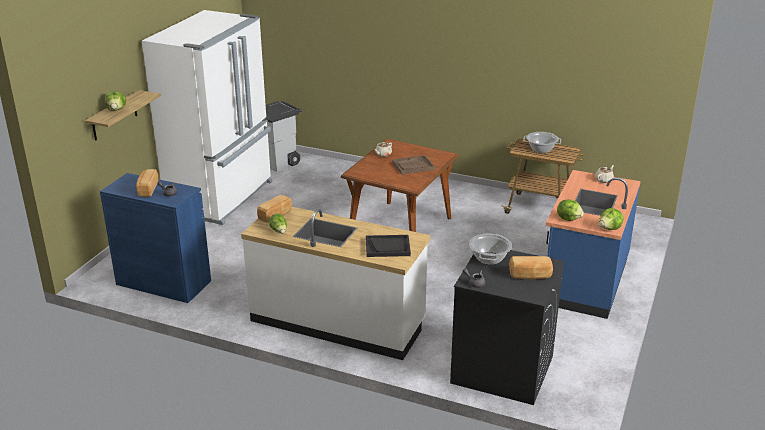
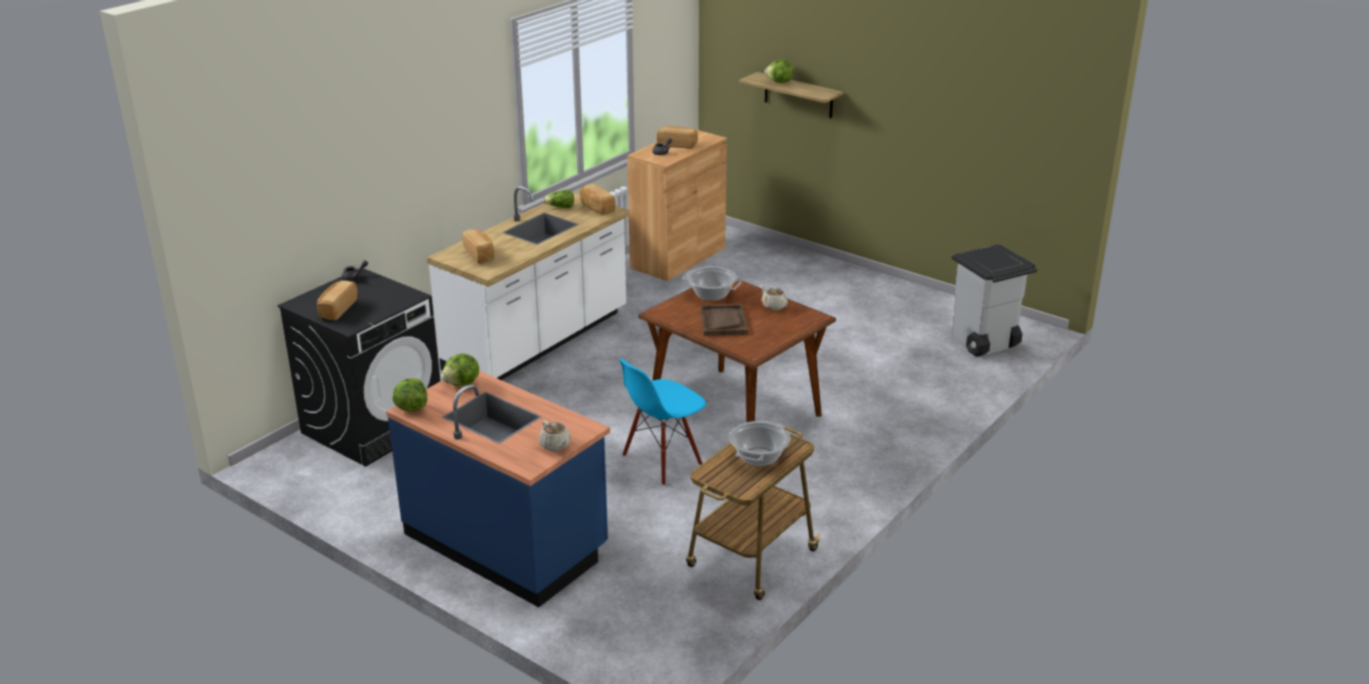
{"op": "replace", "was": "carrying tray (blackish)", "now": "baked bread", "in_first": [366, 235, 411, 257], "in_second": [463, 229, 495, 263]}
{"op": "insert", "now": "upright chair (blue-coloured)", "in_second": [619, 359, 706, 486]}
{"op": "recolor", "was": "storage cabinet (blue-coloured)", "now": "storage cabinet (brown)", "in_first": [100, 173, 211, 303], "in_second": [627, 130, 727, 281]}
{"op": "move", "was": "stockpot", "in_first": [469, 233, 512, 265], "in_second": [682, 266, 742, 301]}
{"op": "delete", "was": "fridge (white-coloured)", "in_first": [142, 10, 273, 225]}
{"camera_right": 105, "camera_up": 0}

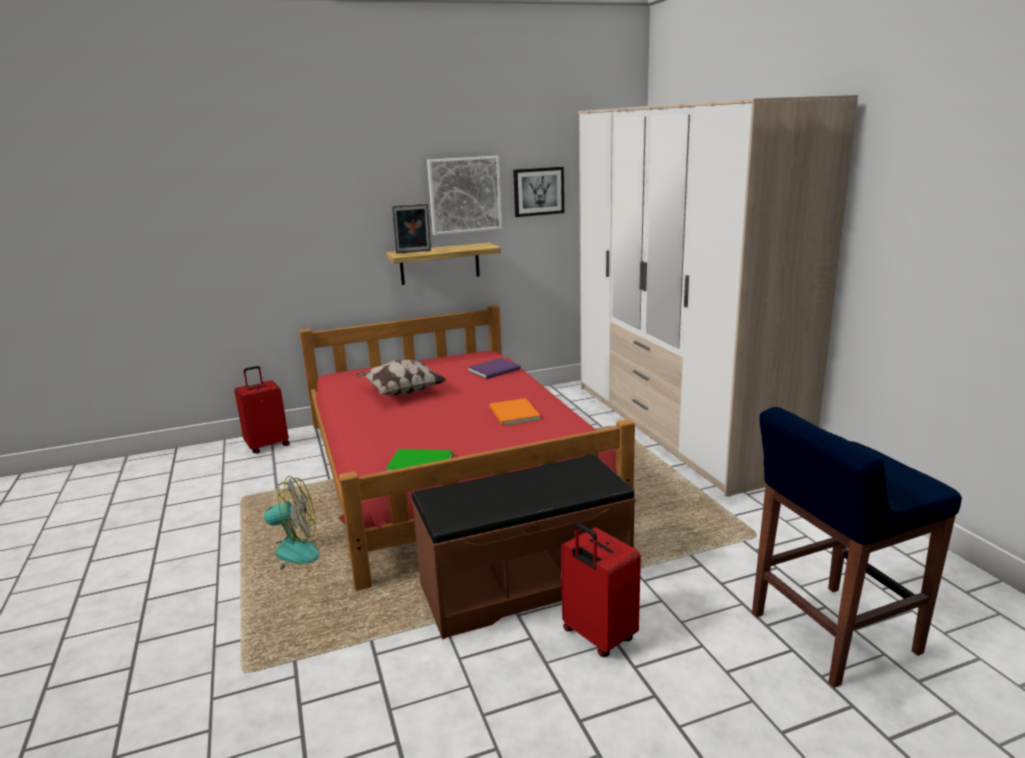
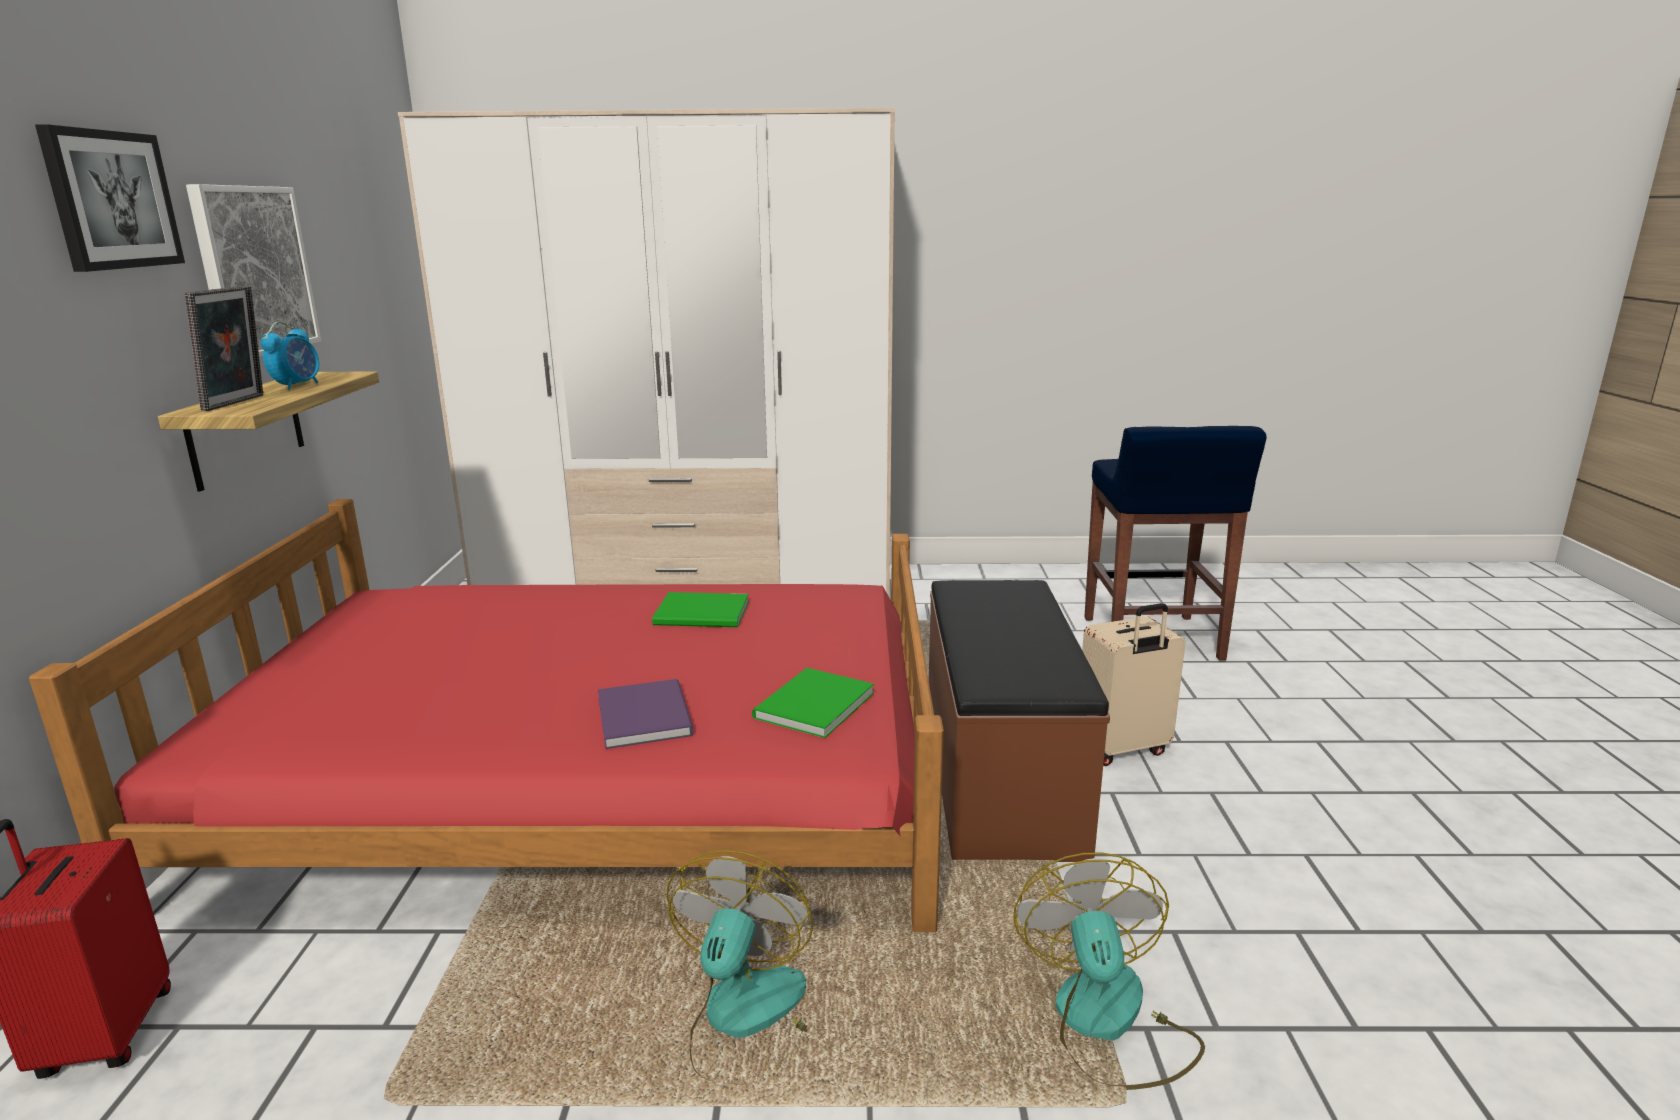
{"op": "move", "was": "wall picture", "in_first": [513, 167, 564, 217], "in_second": [35, 124, 185, 272]}
{"op": "insert", "now": "table clock", "in_second": [261, 322, 319, 390]}
{"op": "move", "was": "book (purple)", "in_first": [468, 358, 521, 379], "in_second": [598, 679, 694, 749]}
{"op": "recolor", "was": "book (orange)", "now": "book (green-coloured)", "in_first": [490, 398, 541, 426], "in_second": [652, 592, 749, 627]}
{"op": "insert", "now": "fan", "in_second": [1013, 852, 1205, 1090]}
{"op": "recolor", "was": "piece of luggage (red-coloured)", "now": "piece of luggage (beige)", "in_first": [561, 523, 641, 657], "in_second": [1082, 603, 1186, 766]}
{"op": "delete", "was": "pillow", "in_first": [356, 360, 447, 396]}
{"camera_right": -70, "camera_up": 0}

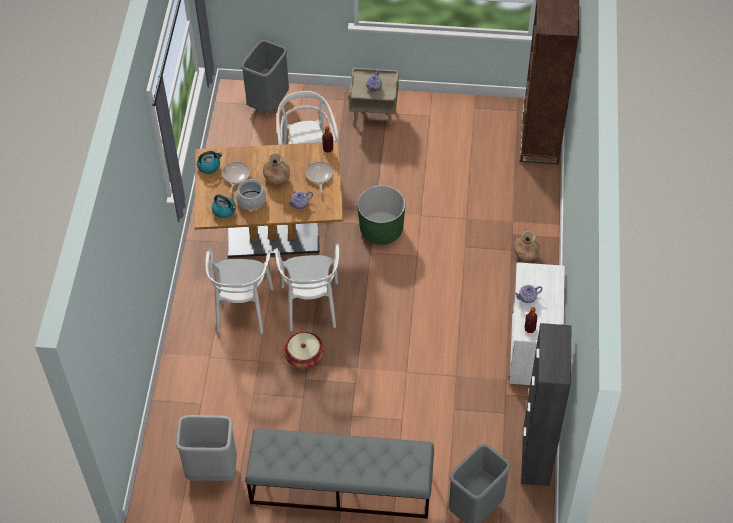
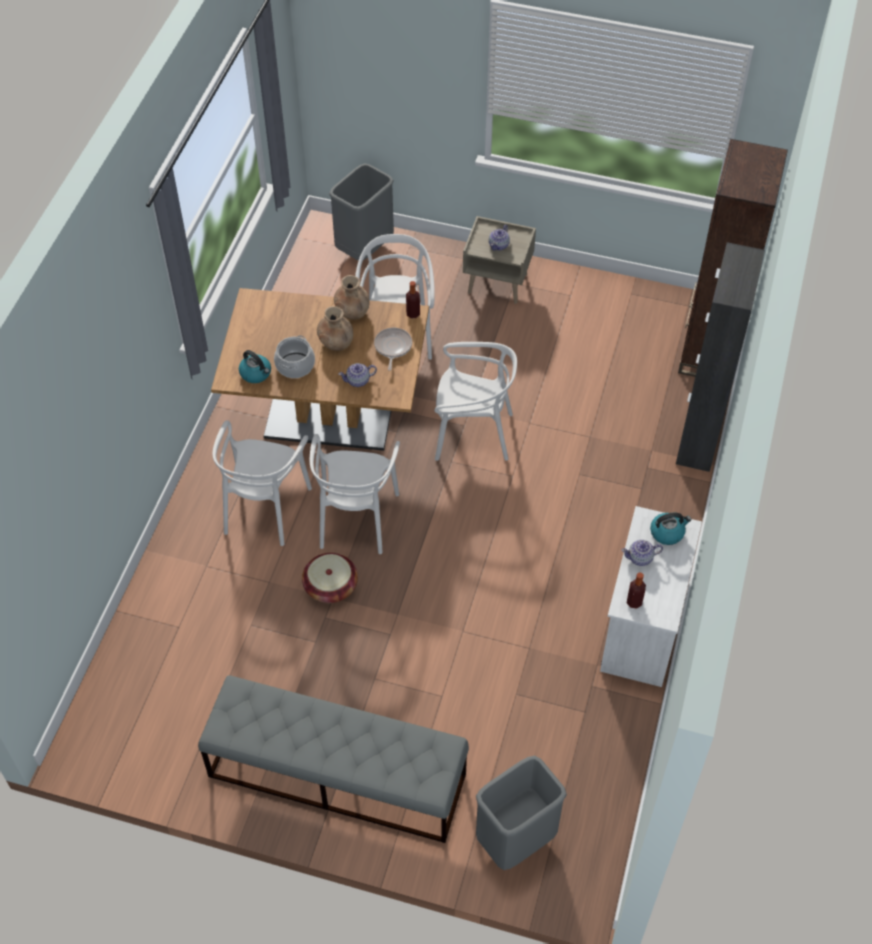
{"op": "move", "was": "vase (brown)", "in_first": [514, 231, 540, 261], "in_second": [334, 275, 369, 320]}
{"op": "replace", "was": "planter (green-coloured)", "now": "upright chair (white-coloured)", "in_first": [357, 185, 405, 245], "in_second": [435, 342, 517, 461]}
{"op": "move", "was": "tea kettle", "in_first": [197, 151, 222, 174], "in_second": [650, 512, 691, 545]}
{"op": "move", "was": "storage cabinet (blackish)", "in_first": [521, 323, 572, 486], "in_second": [676, 242, 765, 472]}
{"op": "delete", "was": "trash can (gray)", "in_first": [176, 415, 237, 481]}
{"op": "delete", "was": "frying pan", "in_first": [222, 162, 250, 194]}
{"camera_right": 10, "camera_up": 0}

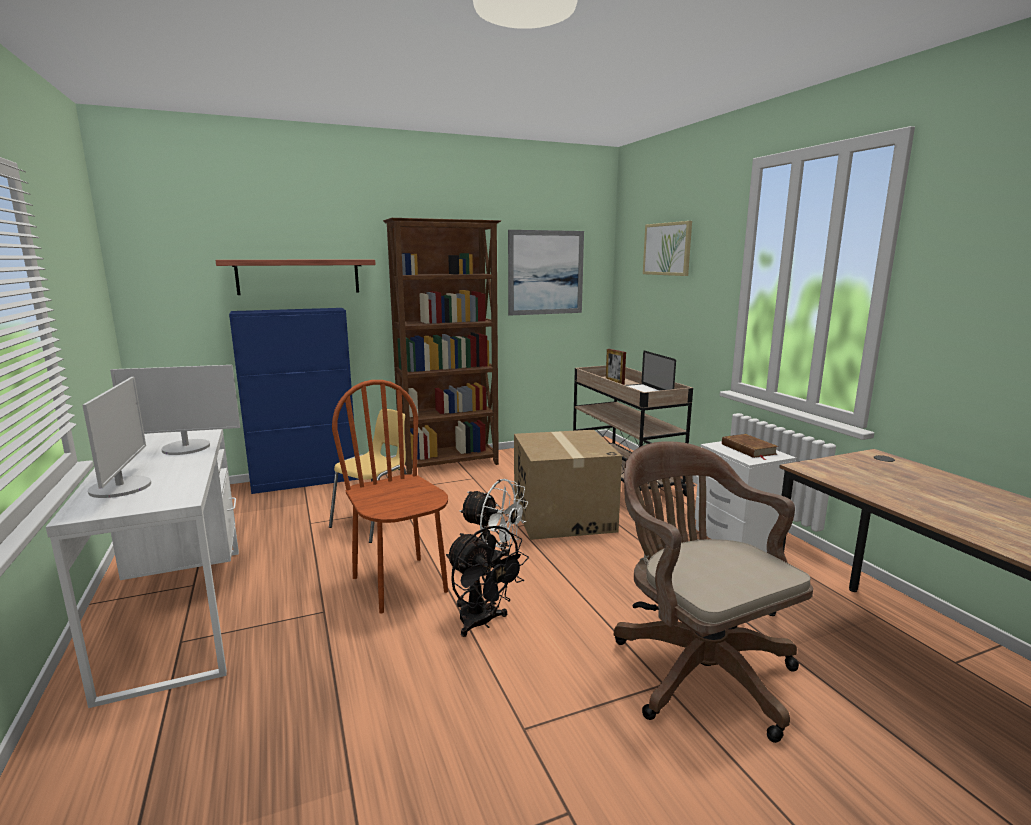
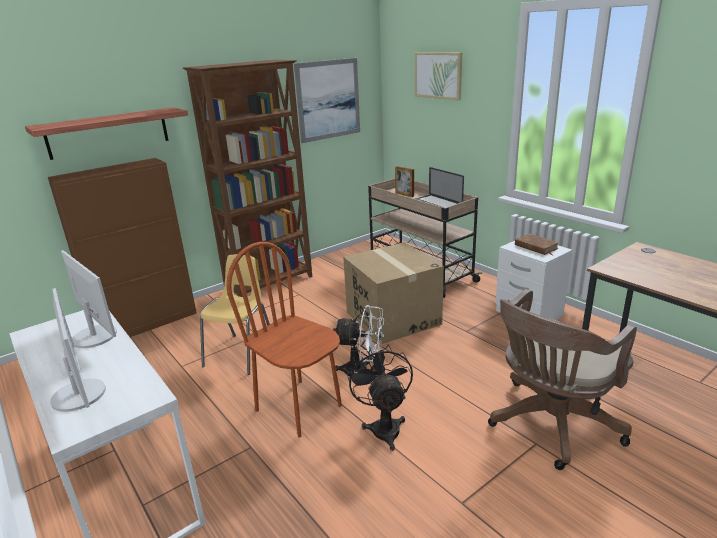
{"op": "recolor", "was": "storage cabinet (blue-coloured)", "now": "storage cabinet (brown)", "in_first": [229, 308, 358, 494], "in_second": [48, 158, 197, 337]}
{"op": "rotate", "was": "monitor", "in_first": [110, 365, 240, 455], "in_second": [61, 250, 117, 348], "clockwise": -105}
{"op": "rotate", "was": "fan (blackish)", "in_first": [446, 526, 529, 637], "in_second": [347, 345, 413, 451], "clockwise": -135}
{"op": "rotate", "was": "computer chair (brown)", "in_first": [614, 441, 813, 743], "in_second": [488, 289, 637, 470], "clockwise": -90}
{"camera_right": -15, "camera_up": 10}

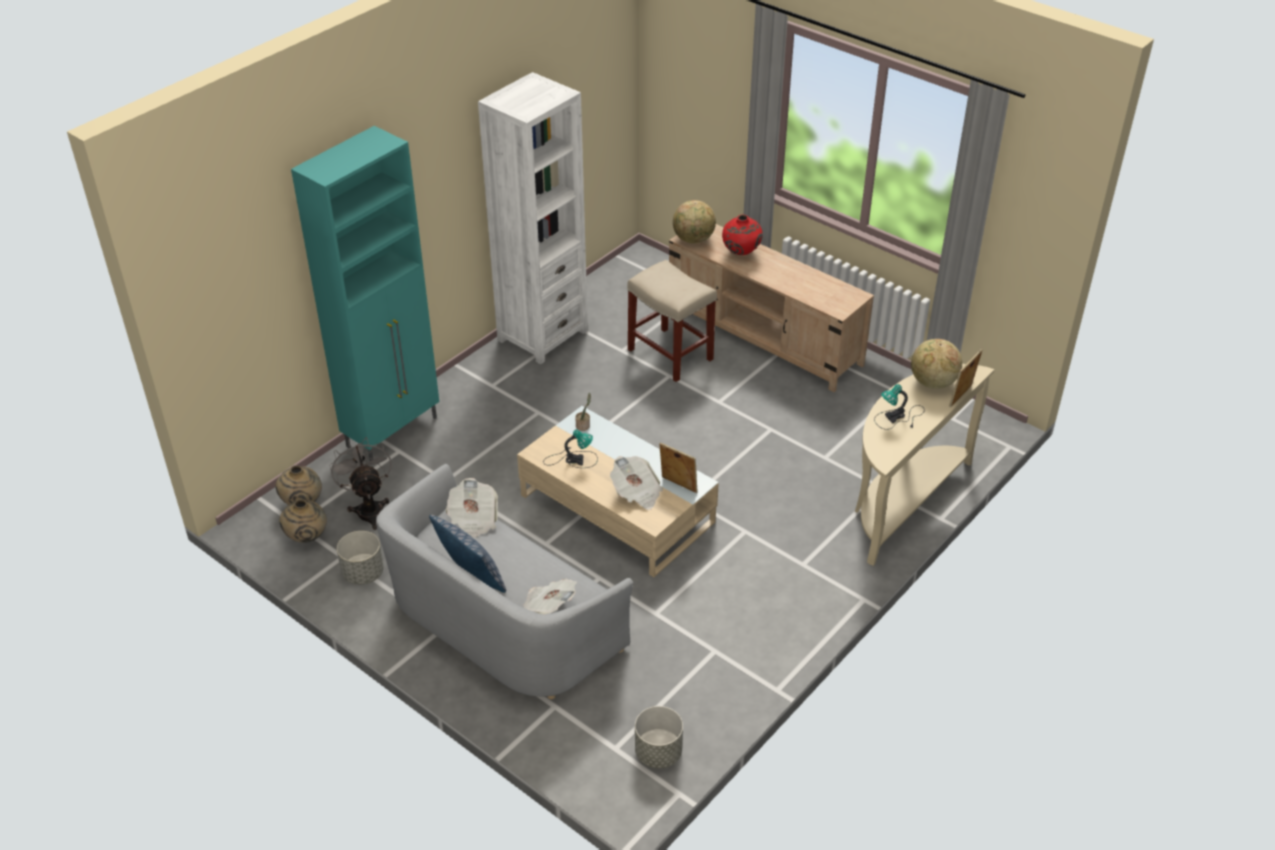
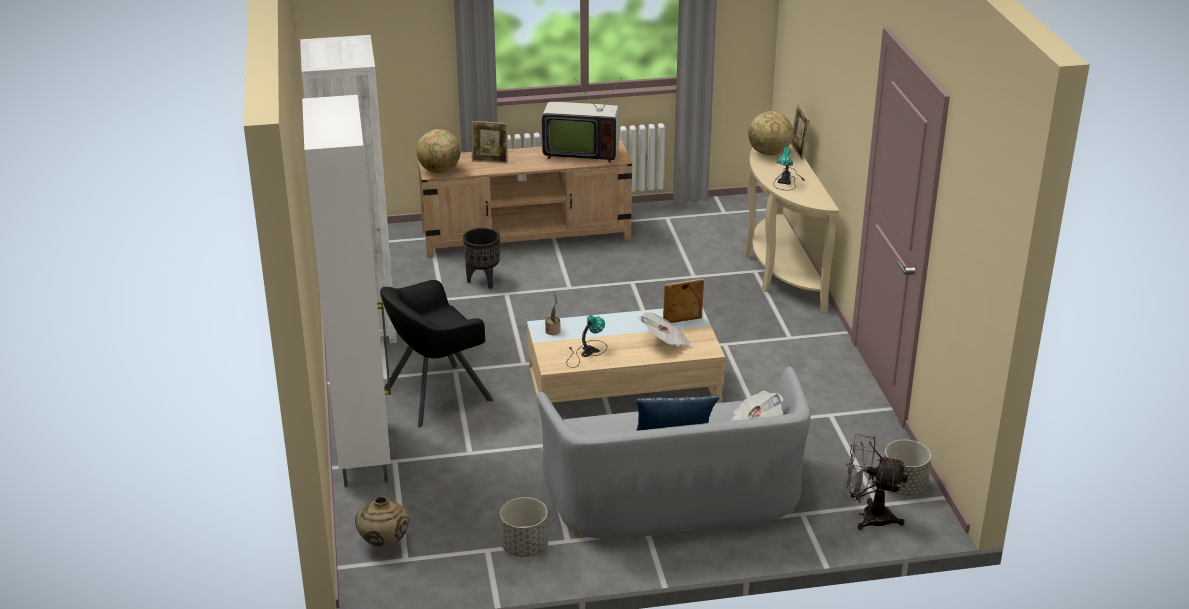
{"op": "recolor", "was": "storage cabinet (turquoise)", "now": "storage cabinet (white-coloured)", "in_first": [291, 126, 439, 461], "in_second": [302, 95, 391, 487]}
{"op": "insert", "now": "easy chair (blackish)", "in_second": [380, 280, 494, 427]}
{"op": "replace", "was": "stool (beige)", "now": "planter (blackish)", "in_first": [627, 260, 717, 382], "in_second": [463, 228, 500, 289]}
{"op": "replace", "was": "vase (red-coloured)", "now": "photo frame", "in_first": [722, 215, 763, 255], "in_second": [472, 121, 508, 164]}
{"op": "insert", "now": "TV set", "in_second": [542, 77, 622, 163]}
{"op": "move", "was": "fan (gray)", "in_first": [329, 437, 392, 530], "in_second": [843, 434, 908, 530]}
{"op": "delete", "was": "vase (beige)", "in_first": [279, 499, 327, 543]}
{"op": "delete", "was": "newspaper", "in_first": [446, 478, 498, 538]}
{"camera_right": -50, "camera_up": -10}

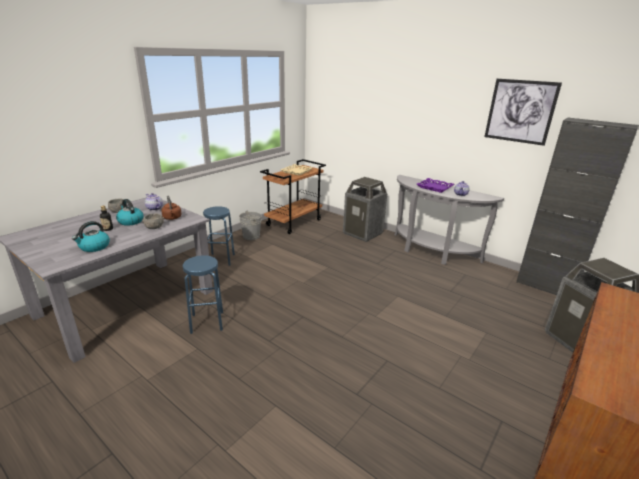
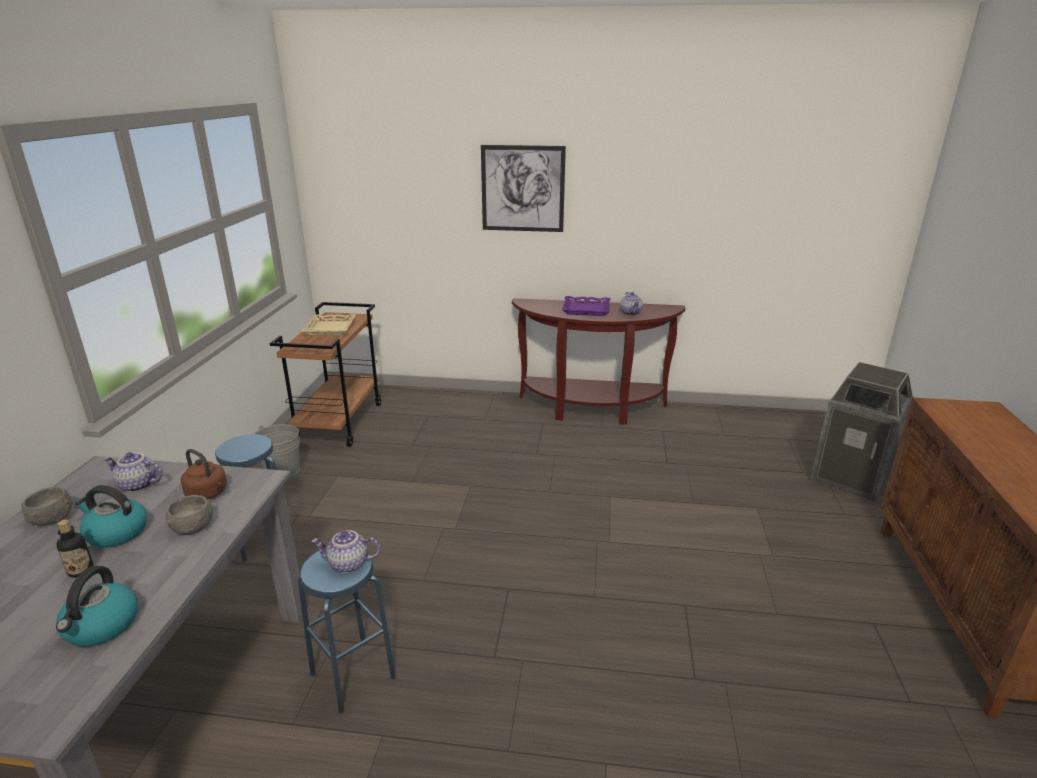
{"op": "insert", "now": "teapot", "in_second": [311, 530, 380, 573]}
{"op": "move", "was": "wall picture", "in_first": [484, 79, 562, 146], "in_second": [481, 145, 566, 232]}
{"op": "recolor", "was": "narrow table (gray)", "now": "narrow table (brown)", "in_first": [395, 175, 504, 265], "in_second": [512, 298, 685, 425]}
{"op": "delete", "was": "trash can", "in_first": [343, 177, 387, 242]}
{"op": "delete", "was": "storage cabinet (blackish)", "in_first": [516, 118, 639, 295]}
{"camera_right": -30, "camera_up": 0}

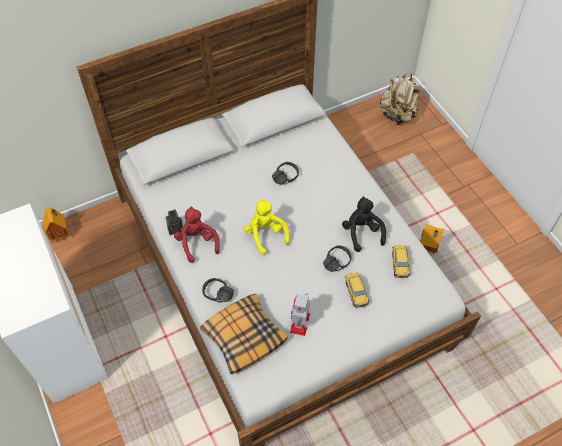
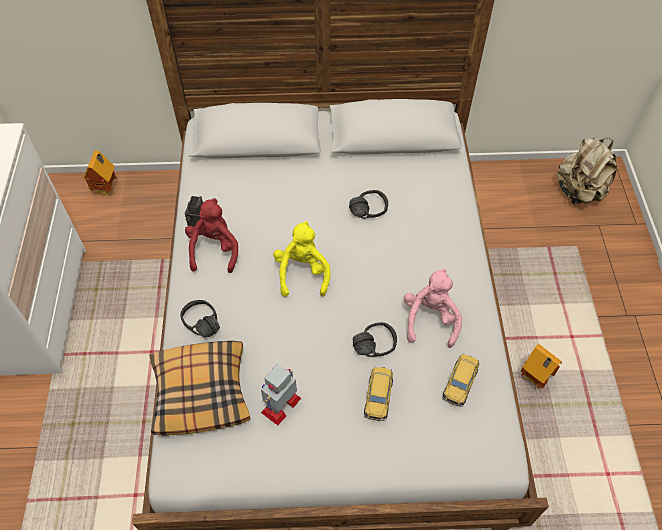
{"op": "recolor", "was": "plush toy (blackish)", "now": "plush toy (pinkish)", "in_first": [342, 196, 386, 252], "in_second": [404, 269, 462, 348]}
{"camera_right": 25, "camera_up": 0}

